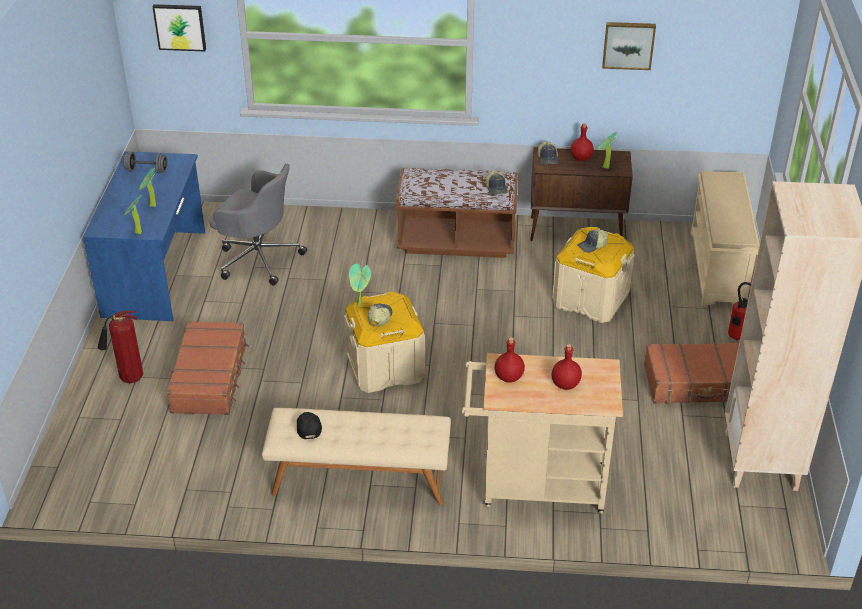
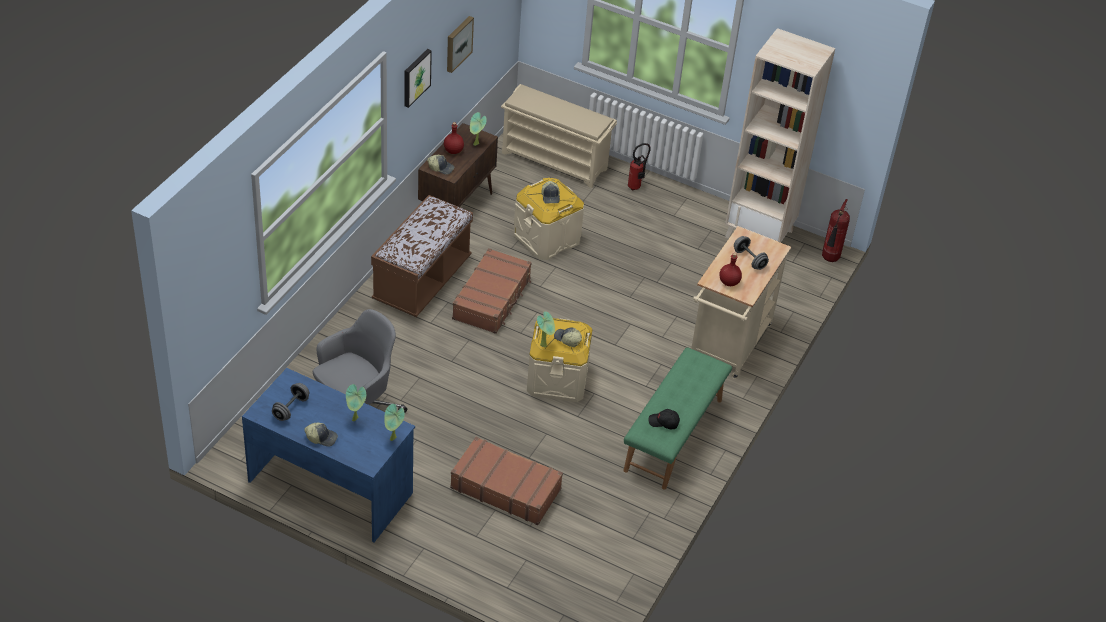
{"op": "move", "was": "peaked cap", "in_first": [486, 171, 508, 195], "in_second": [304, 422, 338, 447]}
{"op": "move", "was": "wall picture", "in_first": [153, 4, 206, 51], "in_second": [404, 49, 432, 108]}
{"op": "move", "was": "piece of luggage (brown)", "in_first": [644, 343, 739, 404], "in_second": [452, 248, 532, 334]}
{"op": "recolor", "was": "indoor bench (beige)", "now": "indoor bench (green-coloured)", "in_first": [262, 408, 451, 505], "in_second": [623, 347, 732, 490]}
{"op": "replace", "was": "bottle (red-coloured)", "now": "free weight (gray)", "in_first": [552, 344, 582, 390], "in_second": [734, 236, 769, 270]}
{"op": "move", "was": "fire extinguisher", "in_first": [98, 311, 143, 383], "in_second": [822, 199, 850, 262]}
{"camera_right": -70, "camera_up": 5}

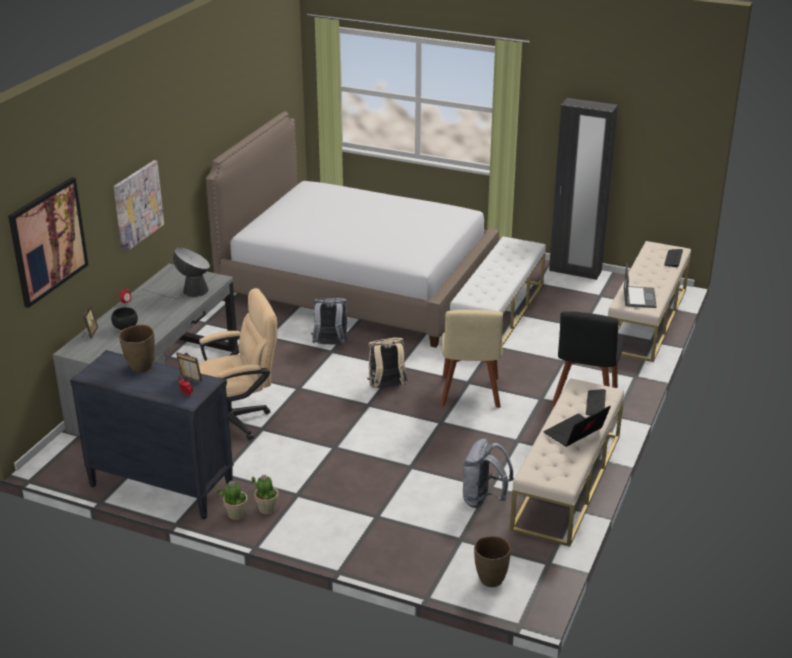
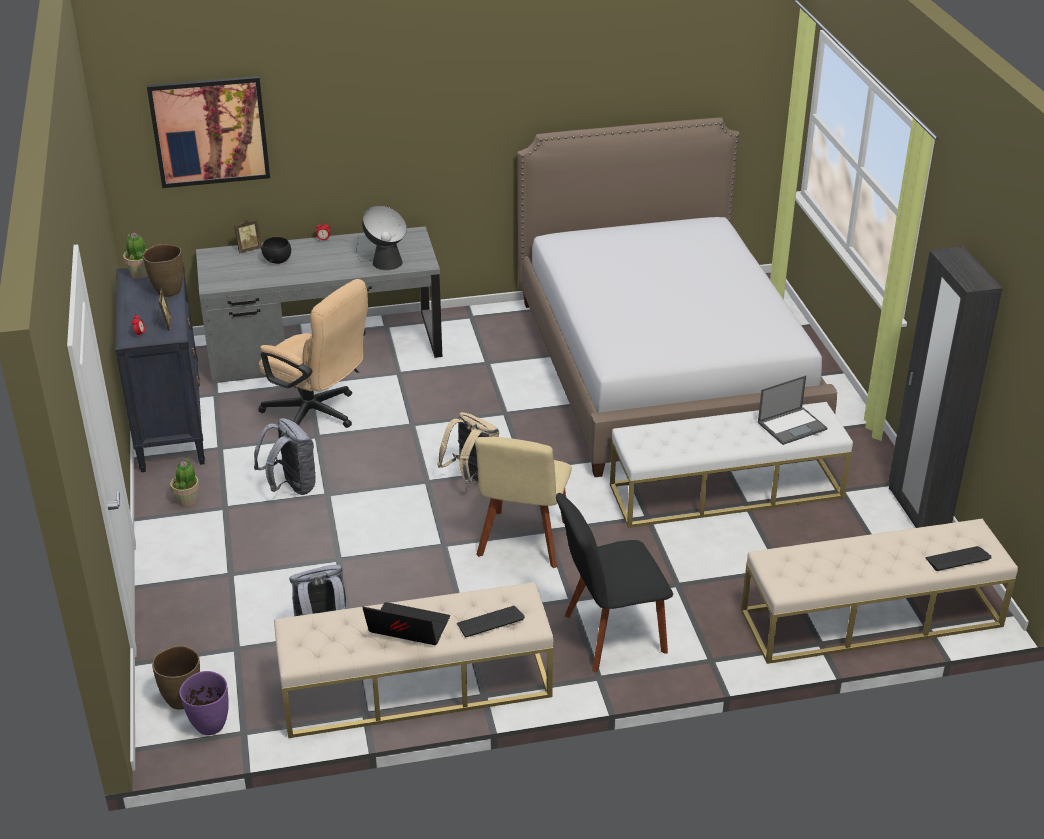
{"op": "move", "was": "houseplant", "in_first": [216, 481, 248, 520], "in_second": [123, 233, 148, 279]}
{"op": "insert", "now": "vase (purple)", "in_second": [179, 671, 229, 735]}
{"op": "move", "was": "rucksack (gray)", "in_first": [311, 298, 349, 345], "in_second": [254, 418, 316, 495]}
{"op": "rotate", "was": "upright chair (beige)", "in_first": [440, 310, 503, 408], "in_second": [475, 437, 572, 568], "clockwise": -45}
{"op": "move", "was": "notebook computer", "in_first": [624, 263, 657, 308], "in_second": [758, 375, 827, 445]}
{"op": "delete", "was": "wall picture", "in_first": [113, 160, 164, 253]}
{"camera_right": 55, "camera_up": 5}

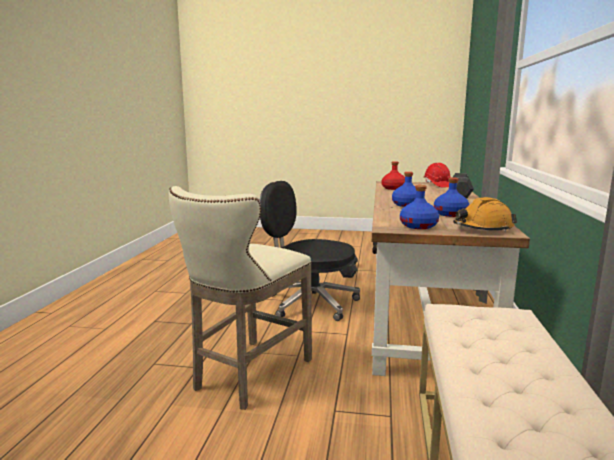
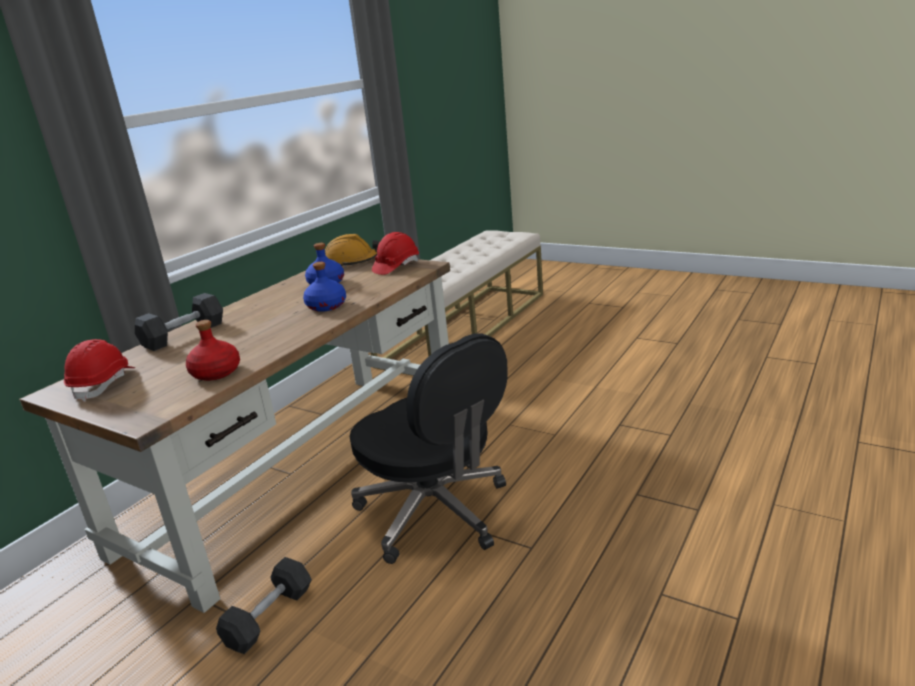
{"op": "replace", "was": "bottle (blue-coloured)", "now": "work helmet (red-coloured)", "in_first": [400, 185, 439, 229], "in_second": [372, 232, 419, 275]}
{"op": "delete", "was": "stool (beige)", "in_first": [169, 186, 312, 410]}
{"camera_right": -155, "camera_up": 10}

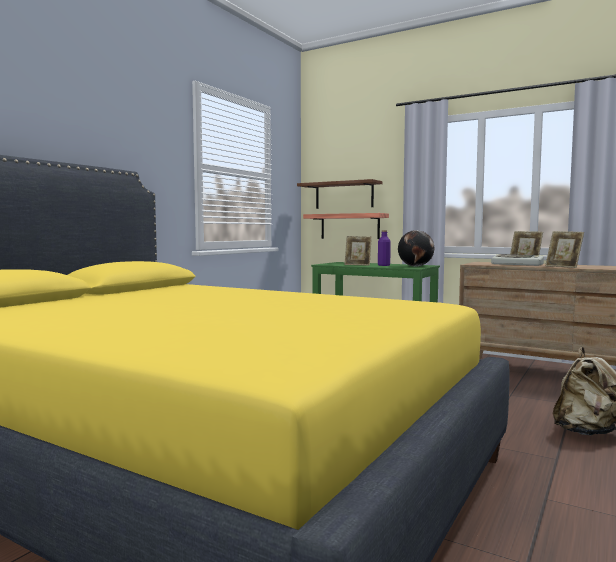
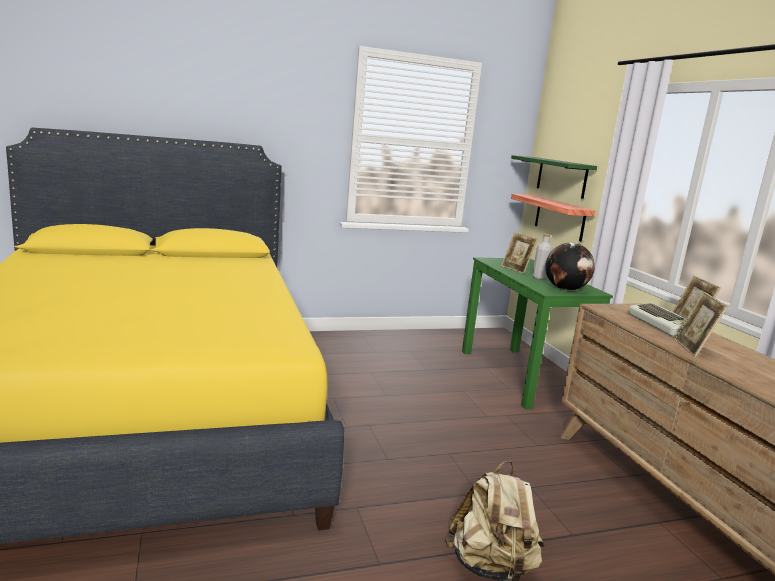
{"op": "recolor", "was": "shelf (brown)", "now": "shelf (green-coloured)", "in_first": [297, 179, 383, 209], "in_second": [511, 155, 597, 199]}
{"op": "recolor", "was": "bottle (purple)", "now": "bottle (gray)", "in_first": [378, 230, 391, 266], "in_second": [532, 234, 553, 280]}
{"camera_right": 40, "camera_up": 10}

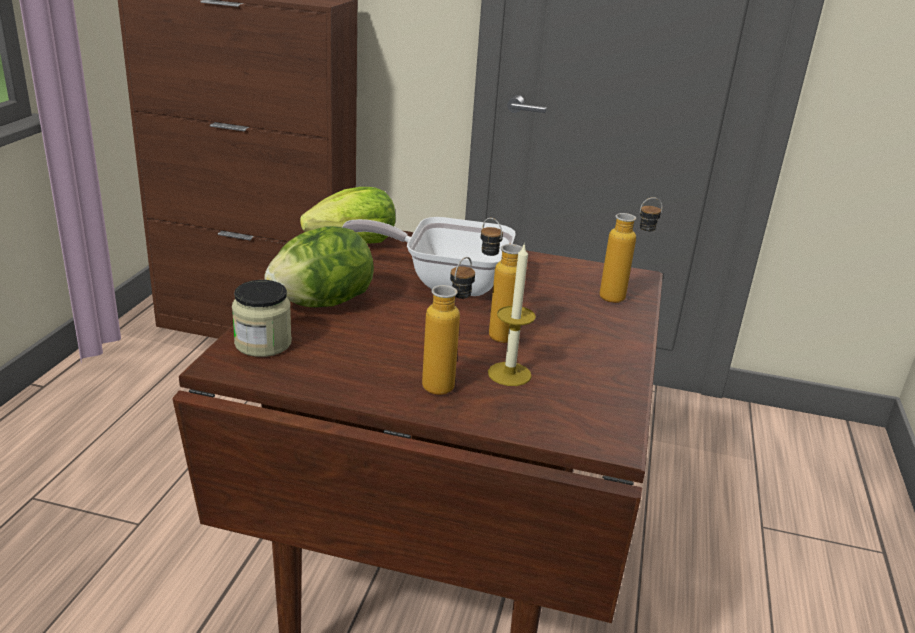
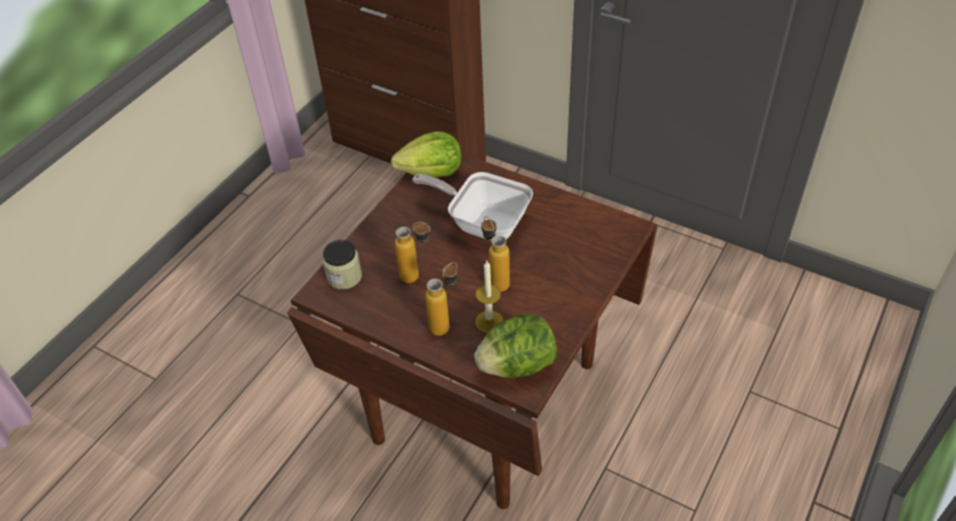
{"op": "move", "was": "bottle", "in_first": [600, 197, 663, 303], "in_second": [395, 222, 430, 283]}
{"op": "move", "was": "head of lettuce", "in_first": [264, 226, 374, 308], "in_second": [474, 314, 557, 378]}
{"camera_right": 20, "camera_up": 20}

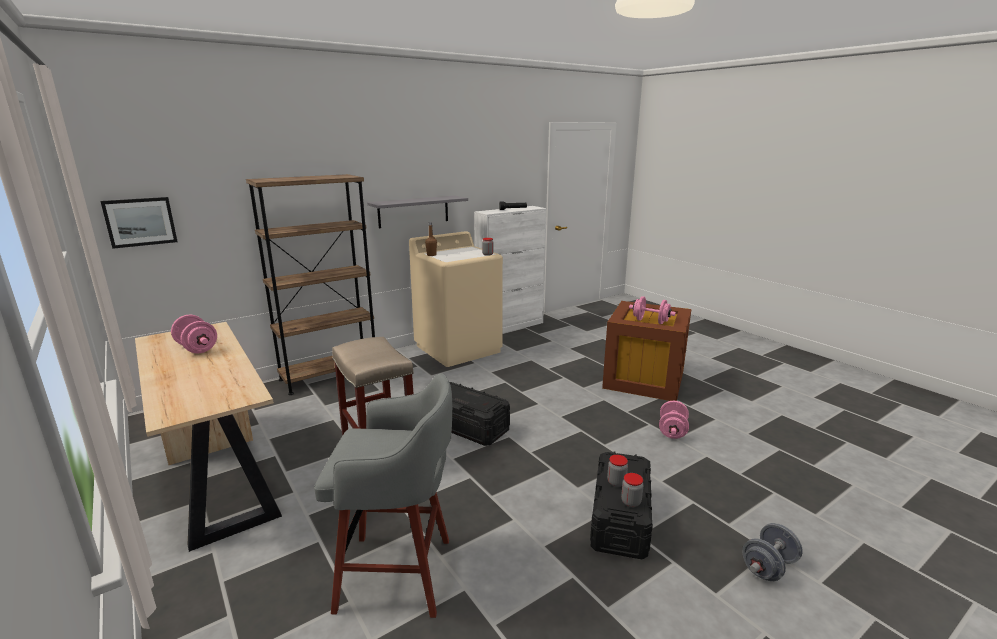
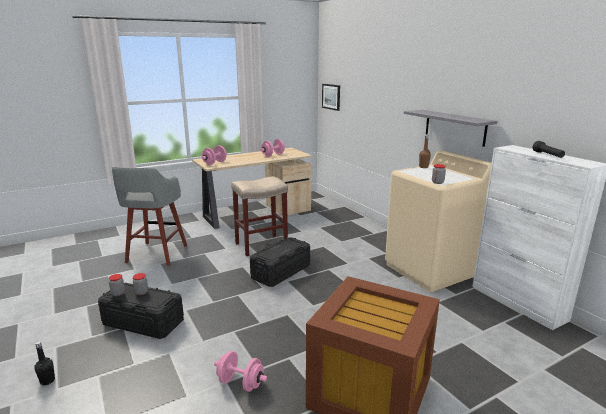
{"op": "replace", "was": "free weight (gray)", "now": "bottle (blackish)", "in_first": [742, 523, 803, 581], "in_second": [34, 341, 55, 385]}
{"op": "move", "was": "free weight (pinkish)", "in_first": [629, 296, 676, 324], "in_second": [202, 145, 227, 165]}
{"op": "delete", "was": "shelving unit (brown)", "in_first": [246, 174, 375, 395]}
{"camera_right": 95, "camera_up": 0}

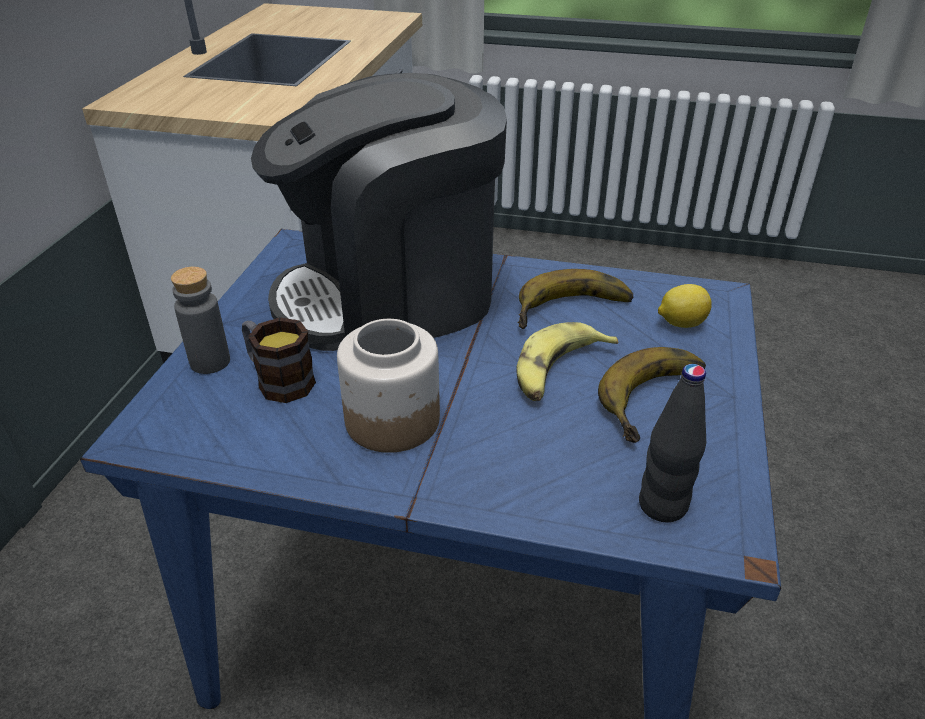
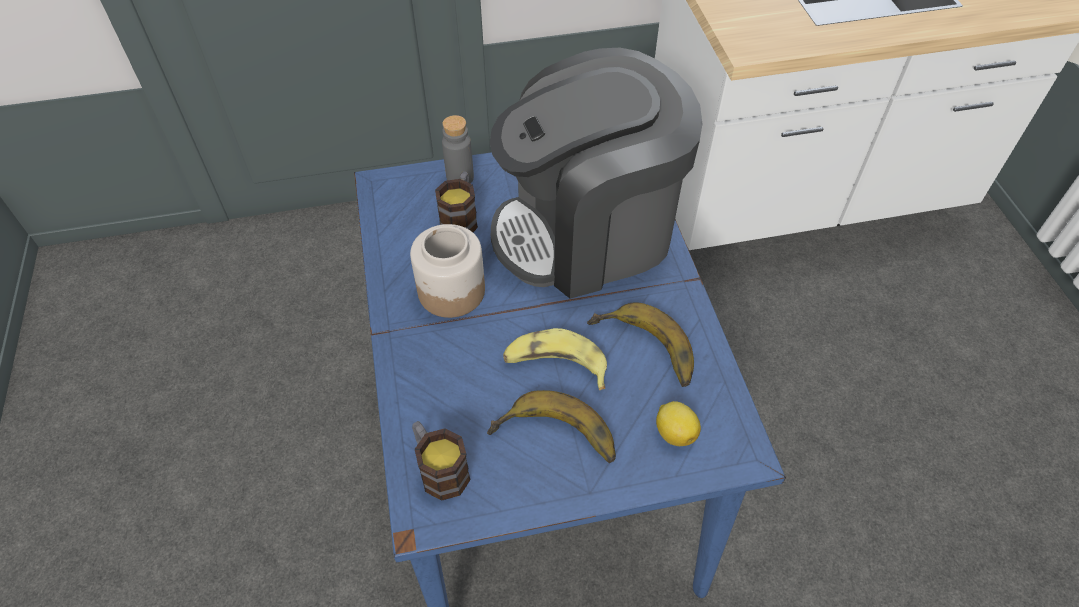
{"op": "replace", "was": "bottle (blackish)", "now": "coffee mug", "in_first": [639, 364, 706, 522], "in_second": [412, 421, 471, 501]}
{"op": "rotate", "was": "coffee brewer", "in_first": [251, 73, 507, 351], "in_second": [490, 48, 702, 299], "clockwise": -60}
{"camera_right": 65, "camera_up": 15}

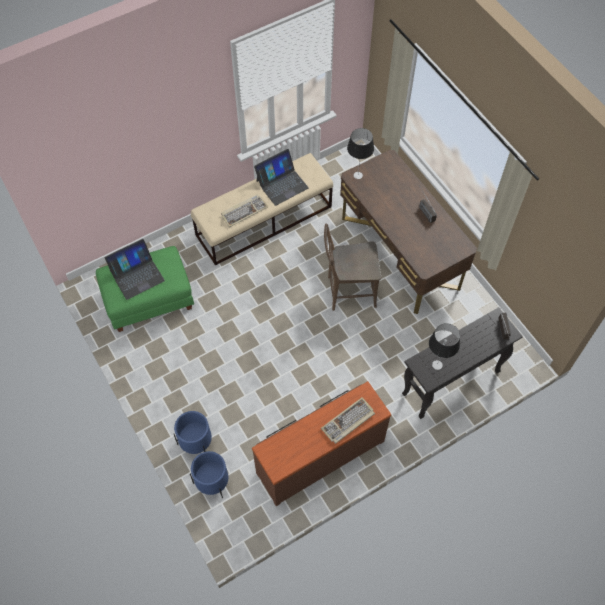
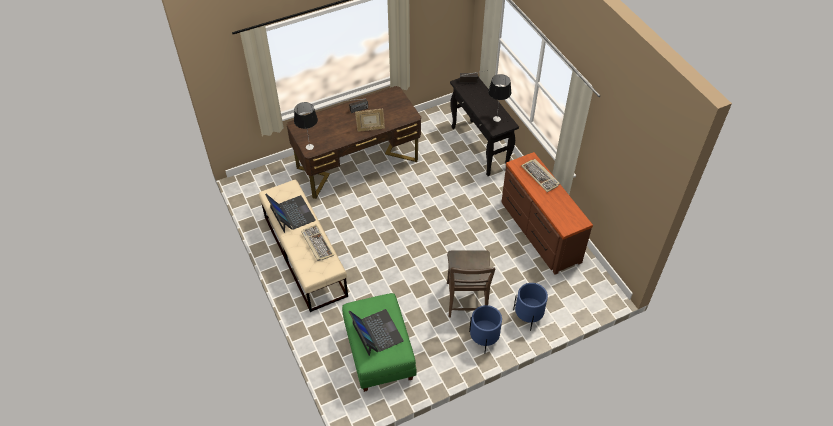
{"op": "insert", "now": "photo frame", "in_second": [355, 109, 385, 132]}
{"op": "move", "was": "upright chair (brown)", "in_first": [324, 224, 381, 311], "in_second": [447, 250, 495, 318]}
{"op": "move", "was": "planter (blue-coloured)", "in_first": [190, 451, 228, 498], "in_second": [469, 305, 502, 354]}
{"camera_right": -85, "camera_up": -10}

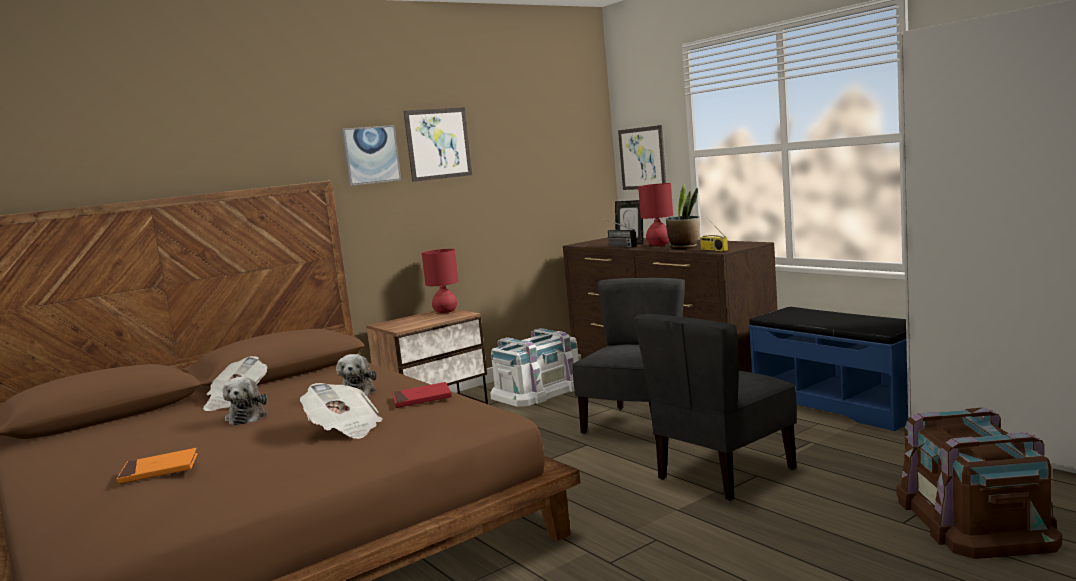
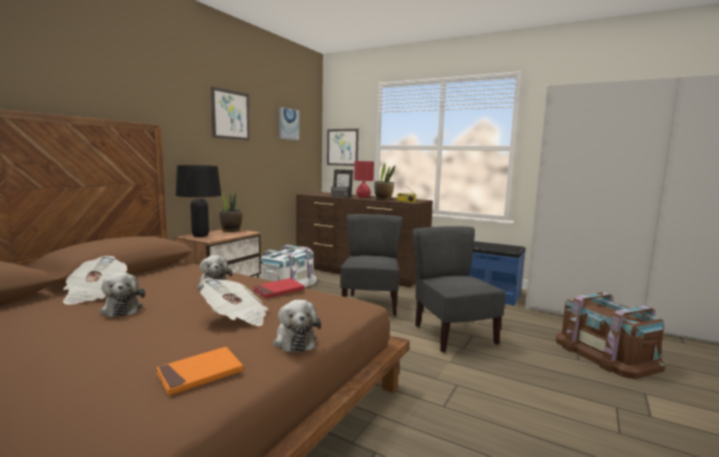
{"op": "move", "was": "book (orange)", "in_first": [117, 448, 198, 484], "in_second": [157, 347, 243, 396]}
{"op": "insert", "now": "lamp for a table (blackish)", "in_second": [175, 165, 221, 237]}
{"op": "replace", "was": "lamp for a table (red-coloured)", "now": "houseplant", "in_first": [422, 249, 459, 313], "in_second": [219, 189, 243, 232]}
{"op": "insert", "now": "plush toy", "in_second": [273, 300, 321, 353]}
{"op": "move", "was": "wall picture", "in_first": [341, 125, 401, 186], "in_second": [278, 106, 299, 141]}
{"op": "rotate", "was": "upright chair (gray)", "in_first": [634, 314, 797, 501], "in_second": [413, 226, 506, 353], "clockwise": 135}
{"camera_right": -25, "camera_up": 0}

